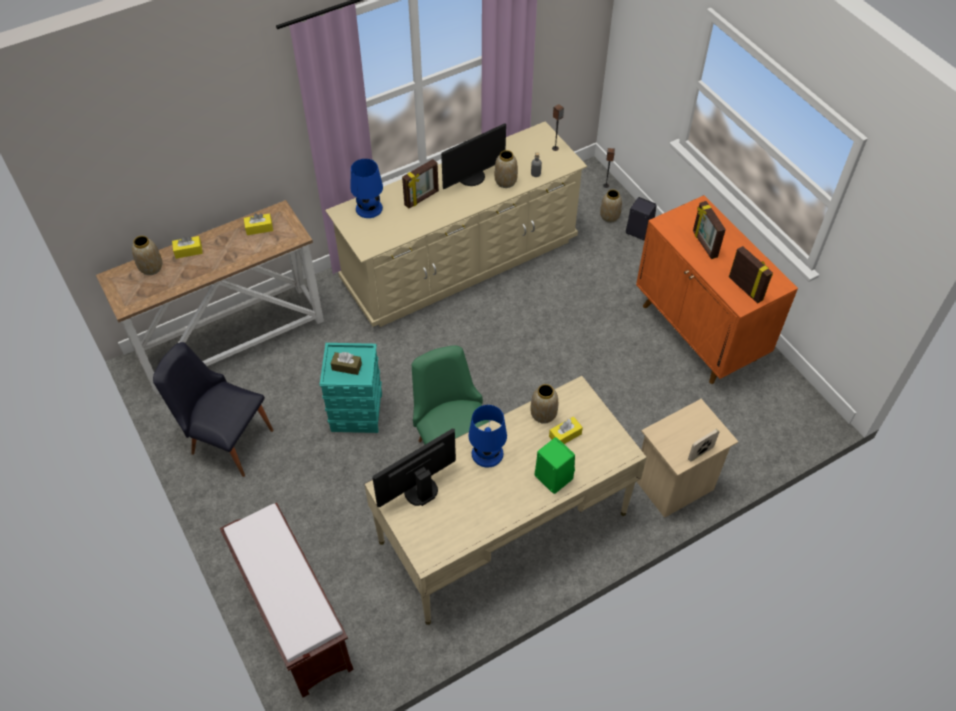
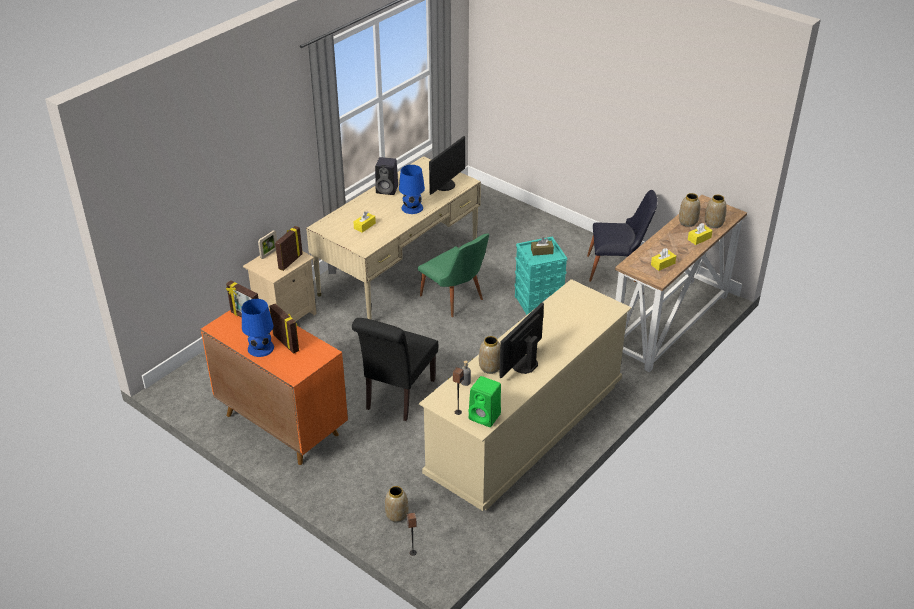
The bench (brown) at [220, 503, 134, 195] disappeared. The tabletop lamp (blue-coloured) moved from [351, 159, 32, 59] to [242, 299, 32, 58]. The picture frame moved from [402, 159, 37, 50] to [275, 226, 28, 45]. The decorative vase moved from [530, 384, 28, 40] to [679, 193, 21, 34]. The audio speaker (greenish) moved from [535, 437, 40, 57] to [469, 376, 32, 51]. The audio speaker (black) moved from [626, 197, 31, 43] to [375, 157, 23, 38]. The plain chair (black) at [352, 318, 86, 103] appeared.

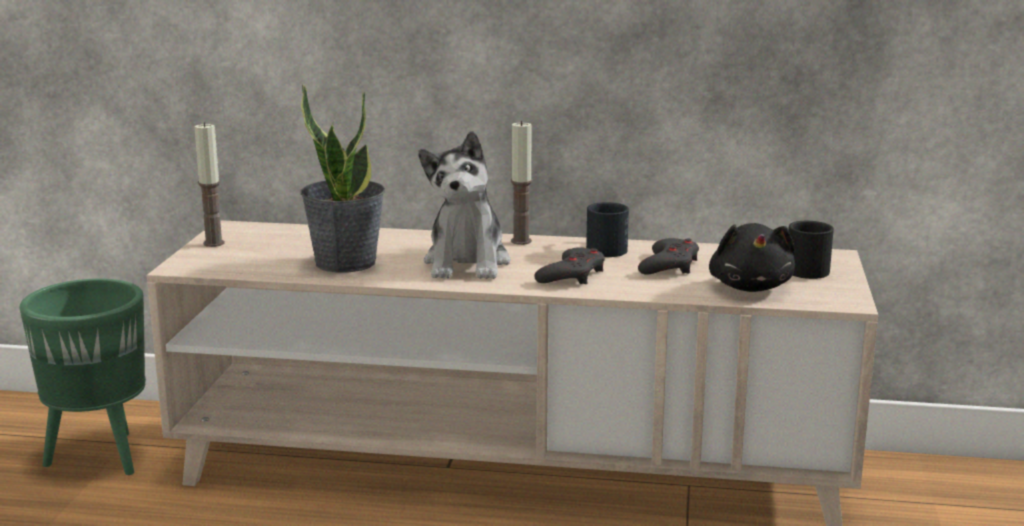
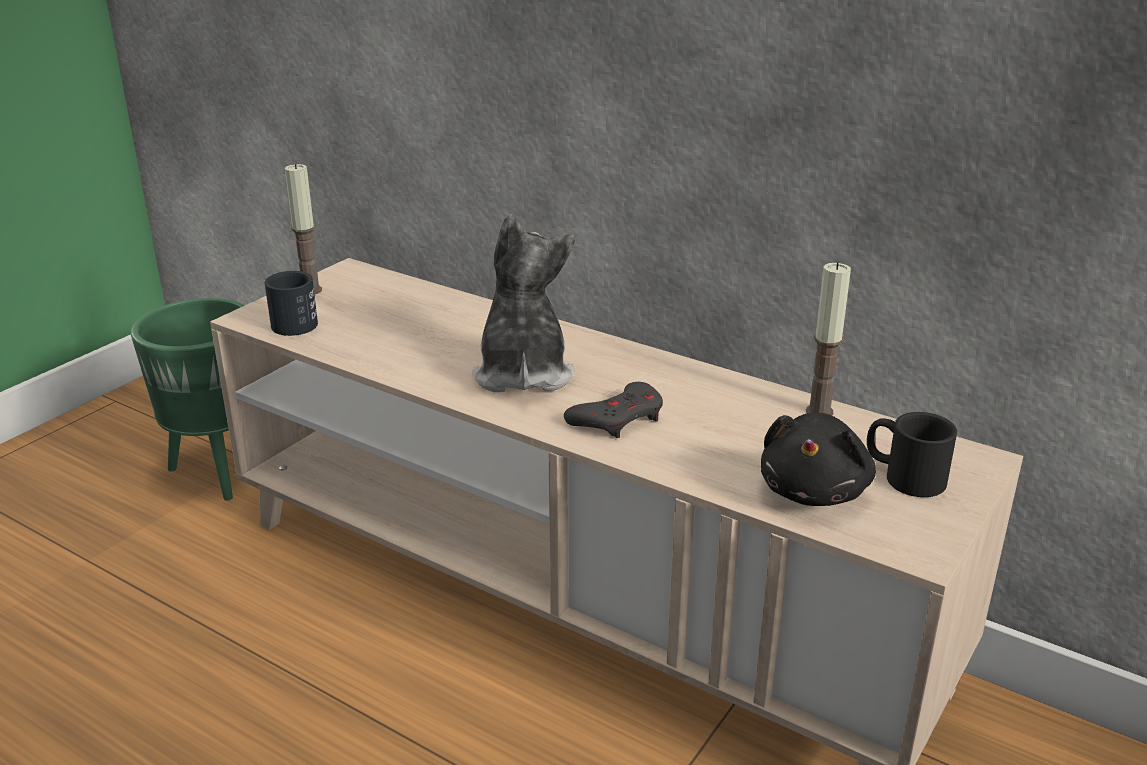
The plant in a pot at [301, 84, 84, 188] disappeared. The soft toy at [418, 131, 93, 148] turned 150 degrees clockwise. The candle moved from [511, 120, 21, 125] to [806, 262, 45, 154]. The coffee mug (black) moved from [586, 202, 43, 55] to [265, 271, 53, 65]. The gamepad (gray) at [638, 238, 61, 37] disappeared.

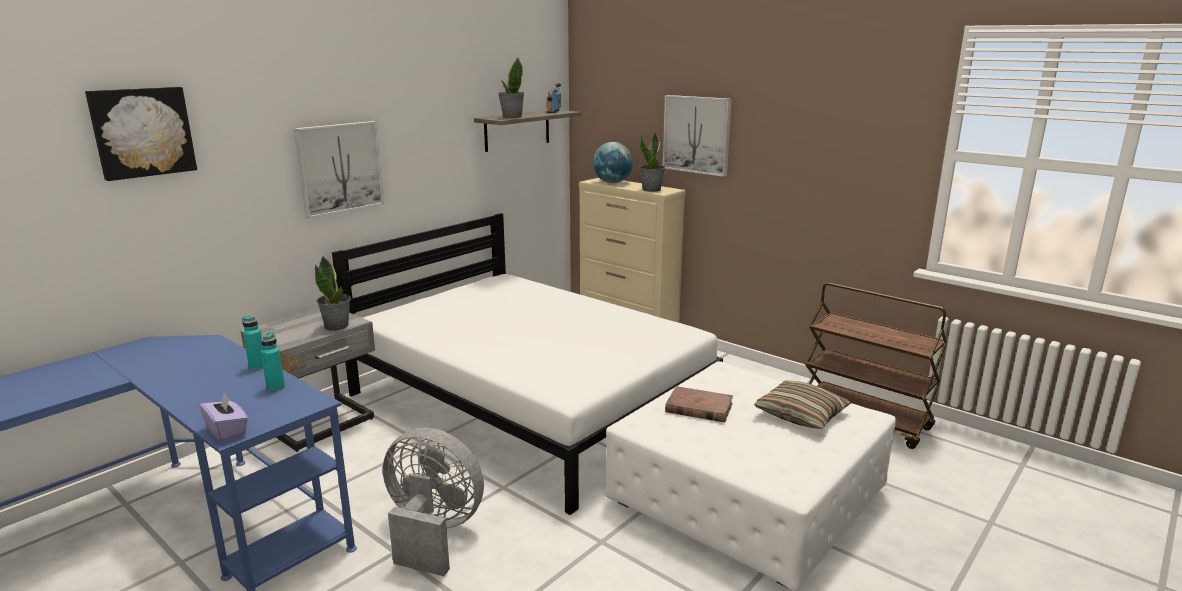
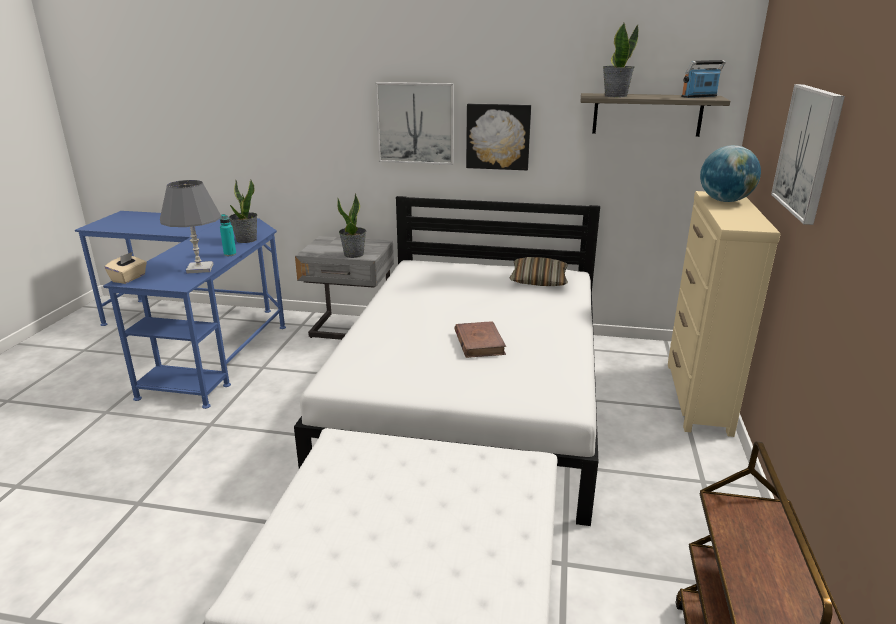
The picture moved from [85, 87, 112, 94] to [466, 103, 65, 68]. The box of tissues (purplish) at [199, 393, 49, 49] became the box of tissues (beige-coloured) at [104, 252, 43, 32]. The bottle (turquoise-coloured) at [261, 332, 24, 60] was replaced by the tabletop lamp (gray) at [160, 180, 62, 94]. The cooling fan (gray) at [383, 428, 101, 148] disappeared. The plant in a pot moved from [640, 132, 25, 60] to [229, 180, 29, 63]. The book (brown) moved from [665, 386, 68, 37] to [455, 322, 51, 36]. The cushion moved from [754, 381, 97, 48] to [510, 257, 58, 29].

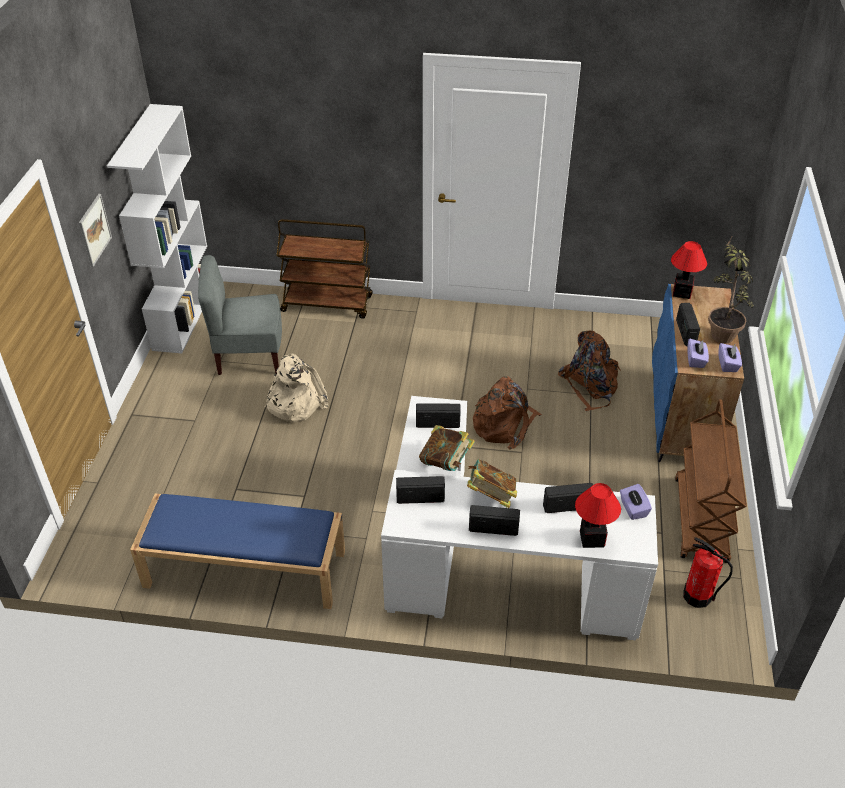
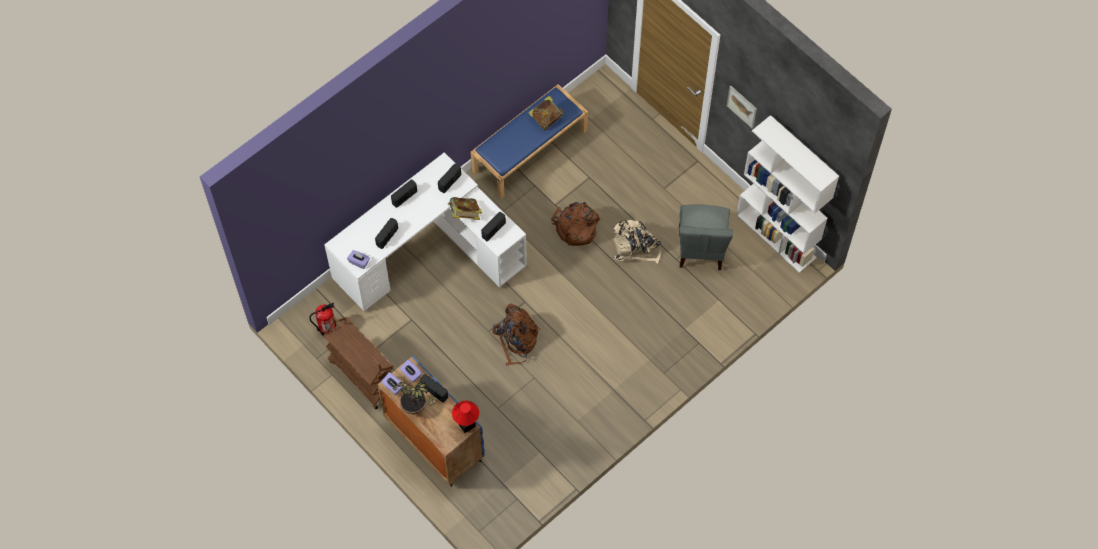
The plain chair (gray) at [198, 255, 84, 120] turned 150 degrees clockwise. The trolley (brown) at [277, 219, 96, 100] disappeared. The book moved from [467, 459, 50, 49] to [528, 96, 35, 34]. The knapsack (brown) moved from [558, 331, 63, 80] to [551, 202, 49, 44]. The tabletop lamp at [575, 483, 46, 65] disappeared.

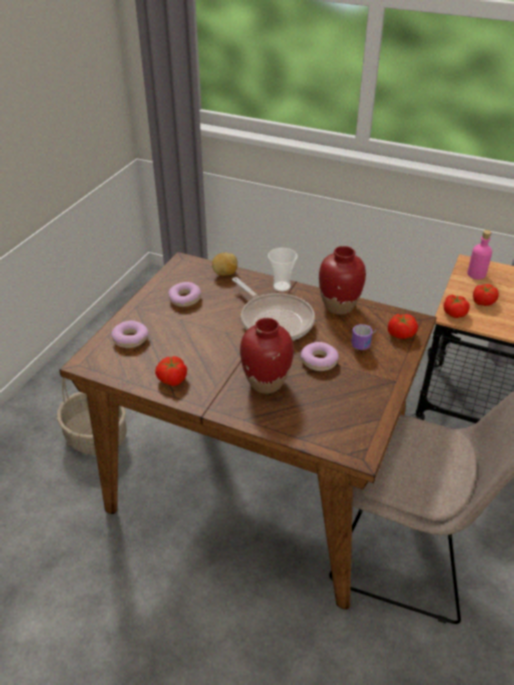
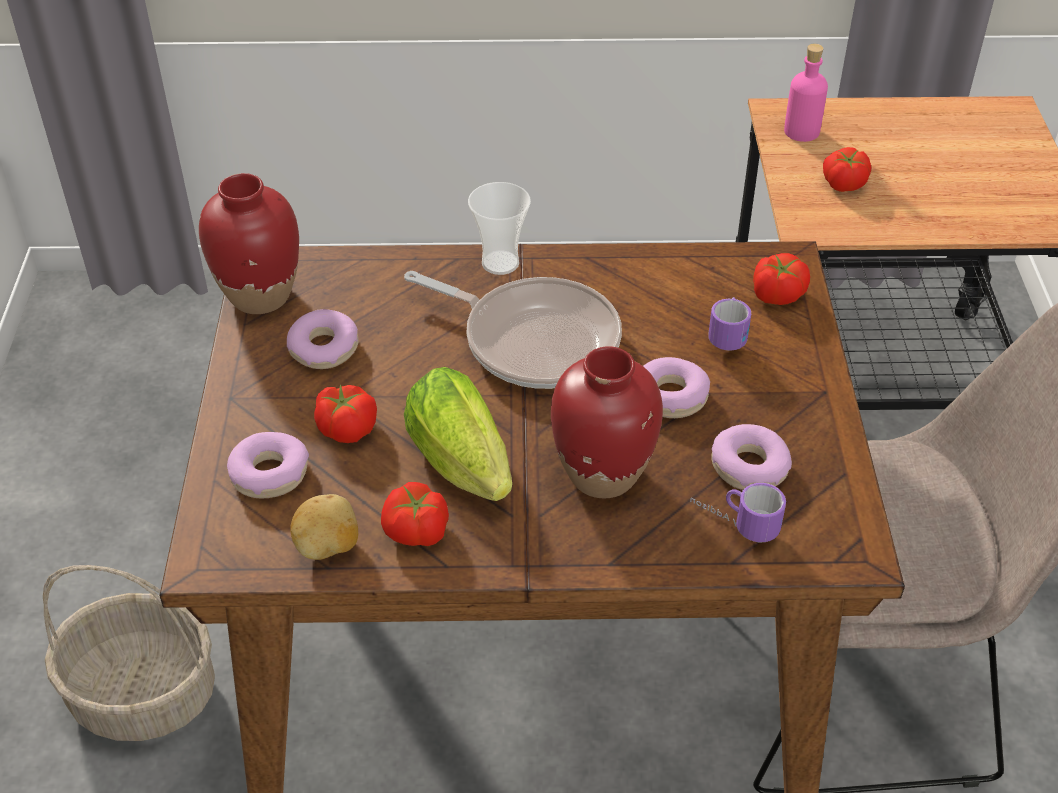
The potato moved from [212, 253, 26, 23] to [290, 494, 68, 66]. The decorative vase (red) moved from [319, 246, 47, 69] to [199, 173, 100, 141]. The whole tomato moved from [443, 295, 27, 23] to [314, 384, 63, 59]. The lettuce head at [404, 367, 108, 134] appeared. The coffee mug at [690, 483, 96, 59] appeared. The ring doughnut at [711, 424, 81, 66] appeared.

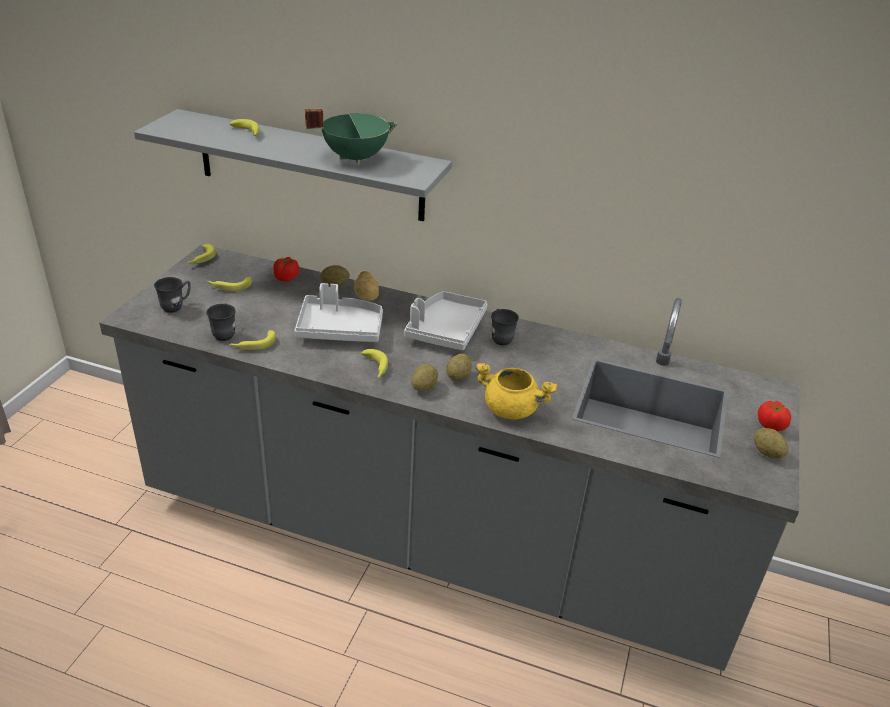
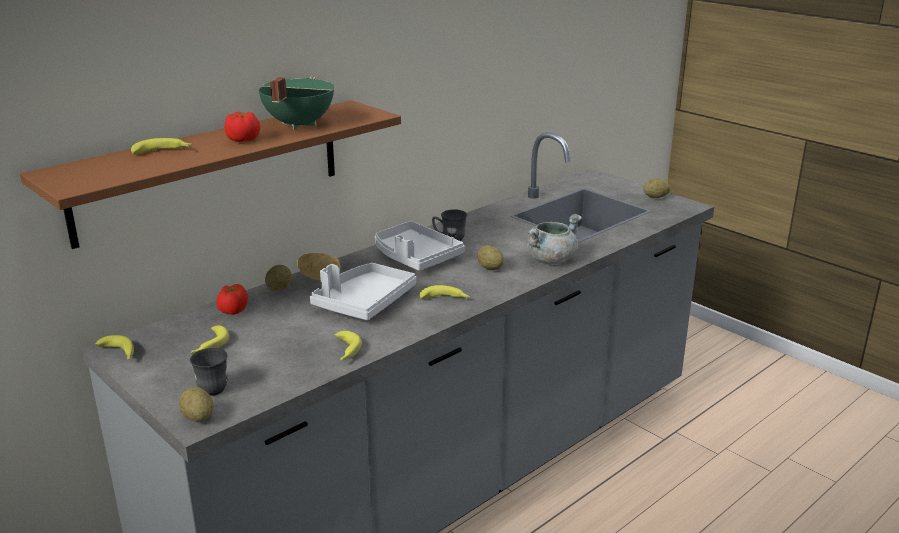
The bracket shelf (gray) at [134, 109, 318, 113] became the bracket shelf (brown) at [20, 100, 381, 149]. The coffee mug (gray) at [206, 303, 30, 38] disappeared. The potato moved from [411, 364, 27, 28] to [179, 387, 34, 35]. The saucepot (yellow) at [476, 363, 82, 57] became the saucepot (gray) at [526, 214, 56, 50]. The whole tomato moved from [758, 401, 33, 30] to [224, 112, 36, 30].

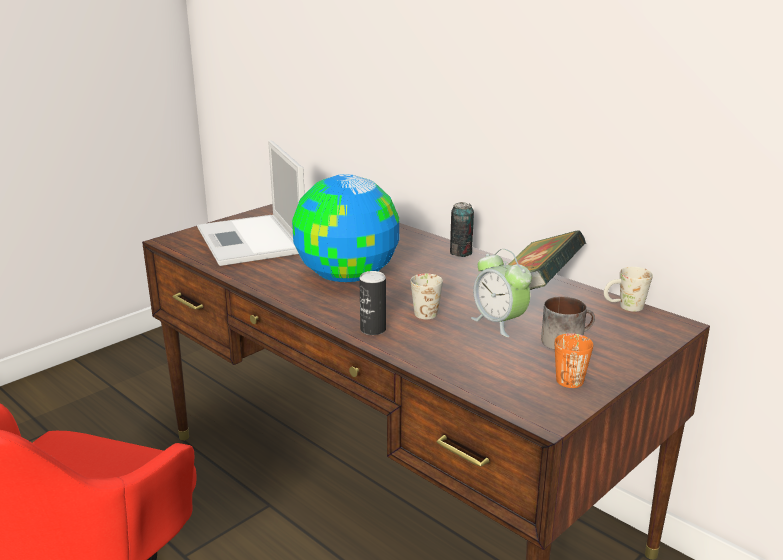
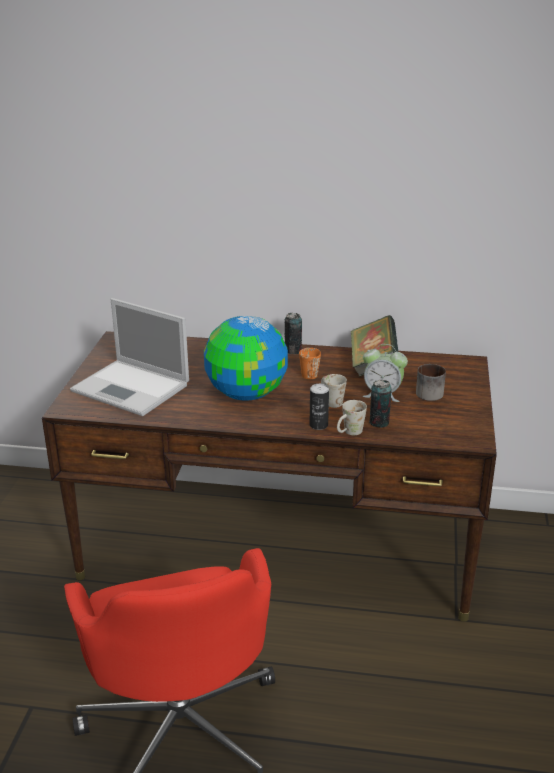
The coffee mug (orange-coloured) moved from [555, 333, 38, 55] to [299, 348, 22, 31]. The coffee mug (whitish) moved from [604, 267, 49, 45] to [337, 400, 30, 35]. The can at [369, 380, 23, 48] appeared.

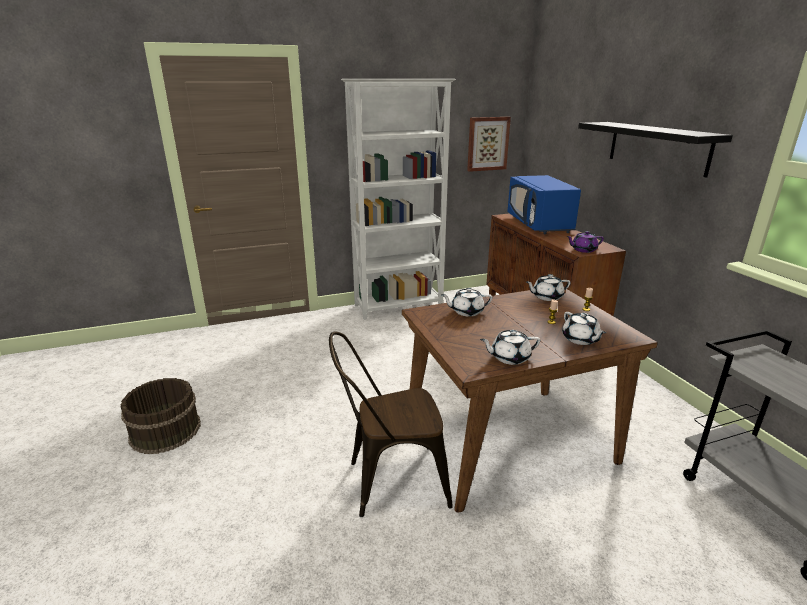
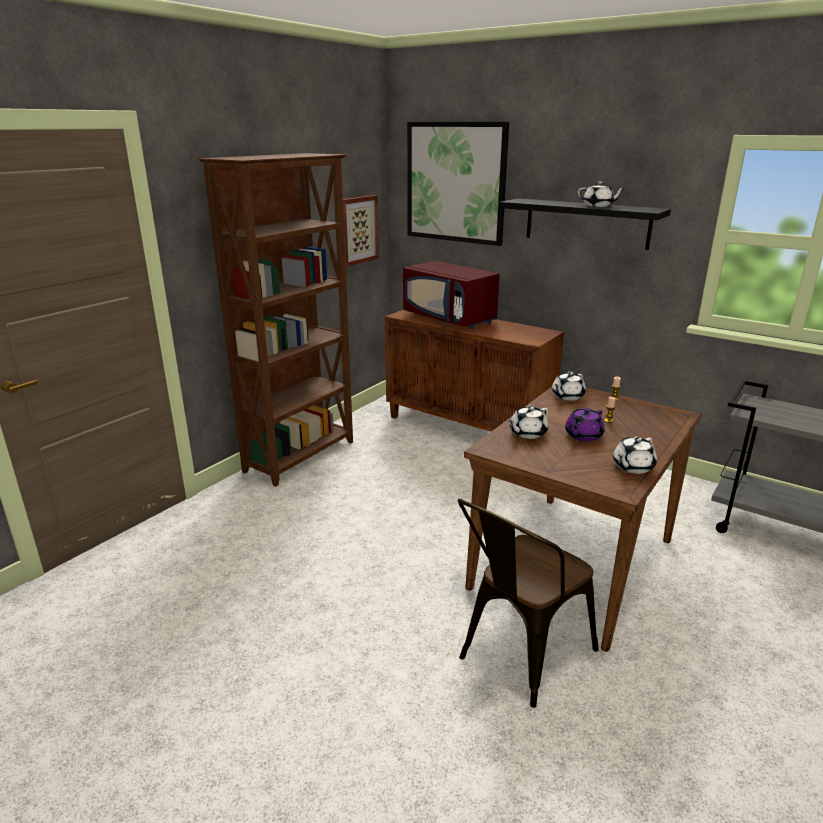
The water bucket (brown) at [120, 378, 81, 76] disappeared. The bookcase (whitish) at [341, 79, 115, 241] became the bookcase (brown) at [198, 153, 155, 334]. The microwave oven (blue-coloured) at [507, 175, 74, 59] became the microwave oven (red) at [403, 261, 97, 68]. The pot for tea (whitish) moved from [562, 312, 44, 33] to [578, 181, 47, 26]. The pot for tea (purplish) moved from [566, 231, 38, 22] to [565, 408, 40, 33]. The picture at [407, 122, 102, 124] appeared.

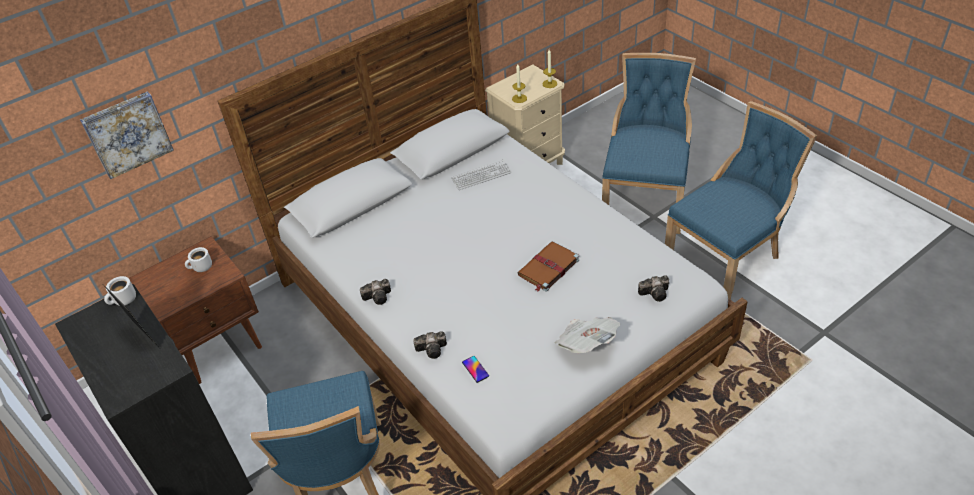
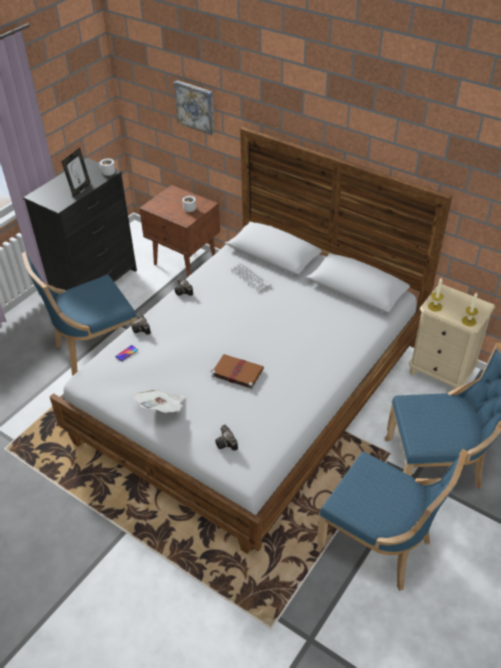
The computer keyboard moved from [451, 160, 60, 30] to [230, 262, 42, 30].

